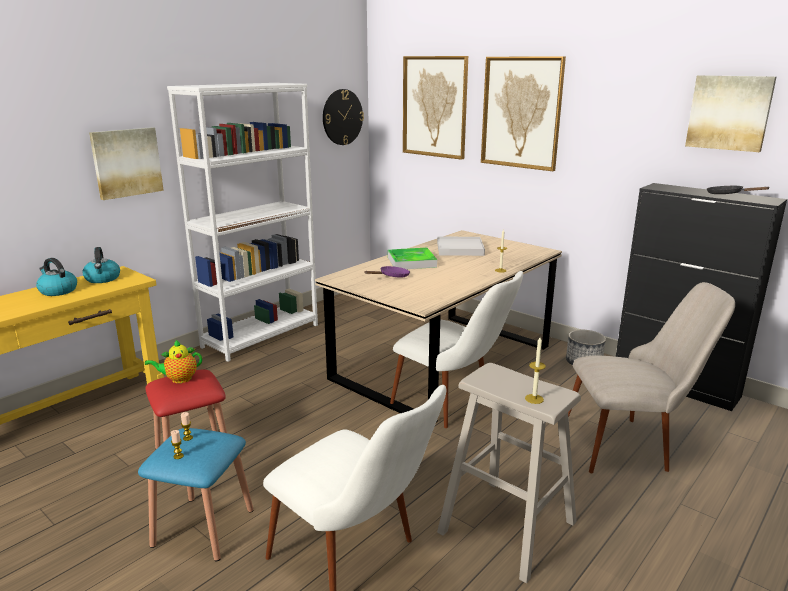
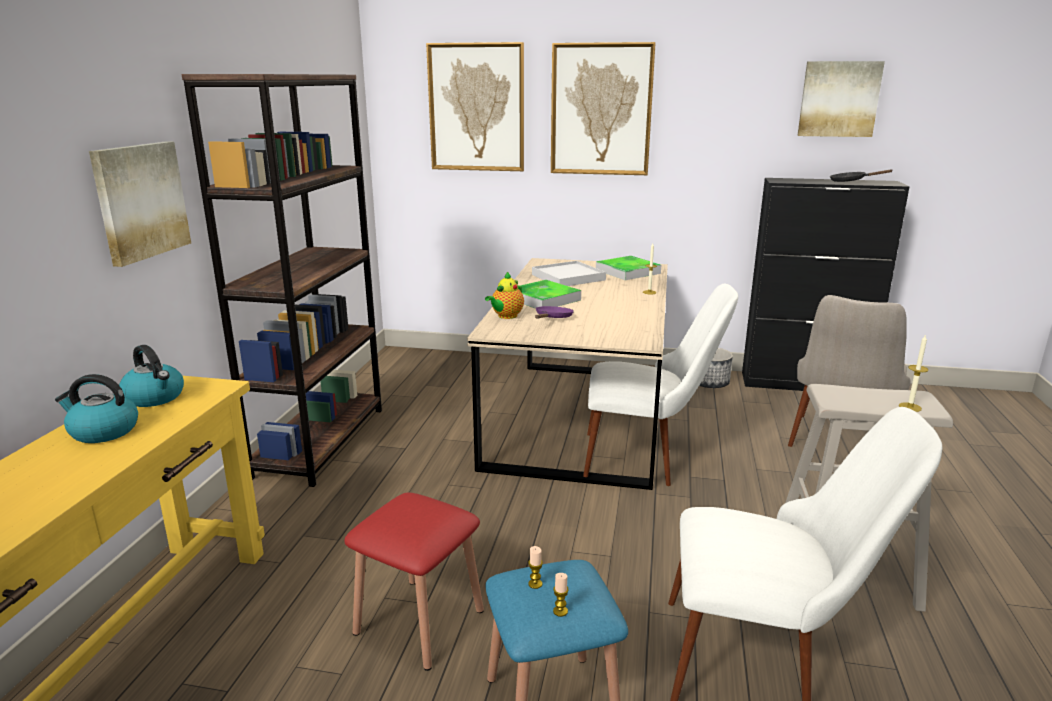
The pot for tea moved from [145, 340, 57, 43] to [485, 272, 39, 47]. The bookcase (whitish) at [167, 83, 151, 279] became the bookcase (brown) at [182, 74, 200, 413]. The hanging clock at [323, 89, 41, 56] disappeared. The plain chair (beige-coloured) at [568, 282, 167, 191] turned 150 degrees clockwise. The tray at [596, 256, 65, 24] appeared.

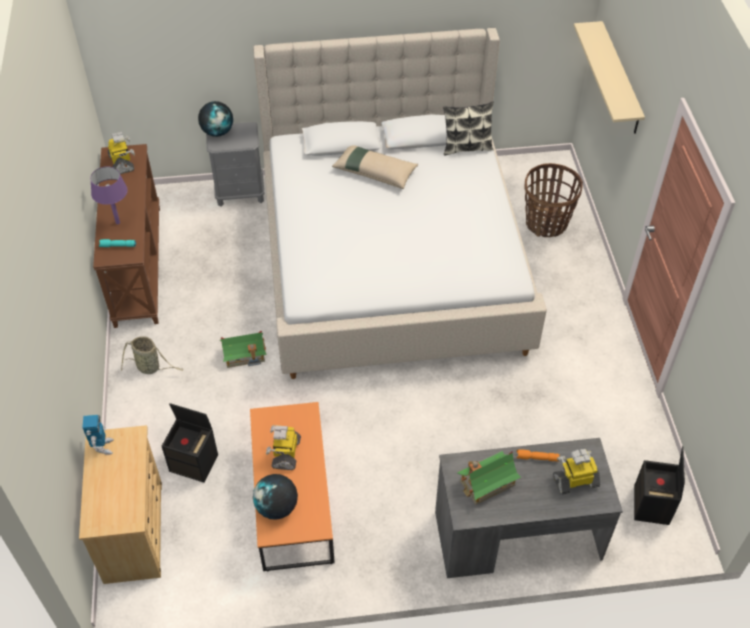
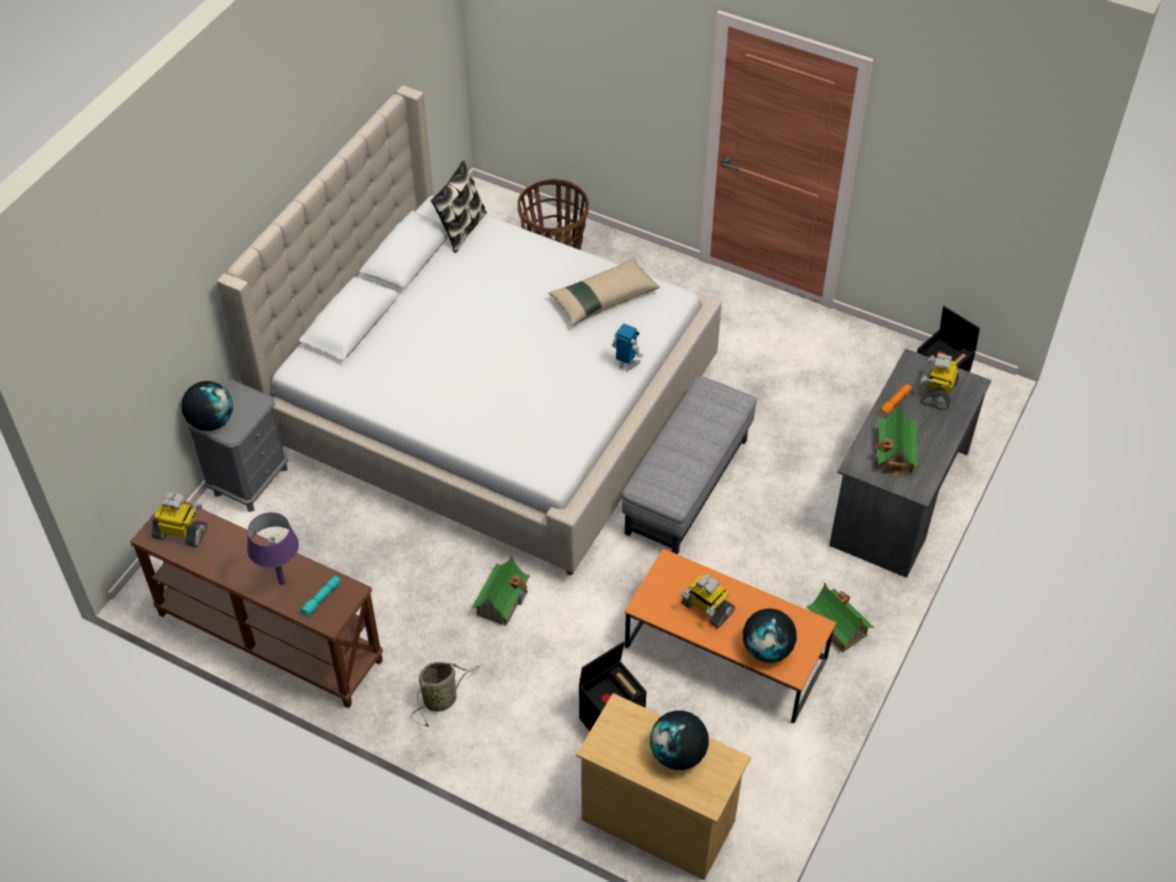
The toy robot moved from [82, 415, 32, 40] to [611, 323, 33, 48]. The cushion (beige-coloured) moved from [332, 145, 87, 44] to [548, 257, 112, 69]. The bracket shelf (beige-coloured) at [574, 21, 71, 113] disappeared. The ottoman (gray) at [622, 376, 135, 178] appeared. The globe at [650, 711, 59, 59] appeared. The miniature house at [806, 583, 68, 69] appeared.

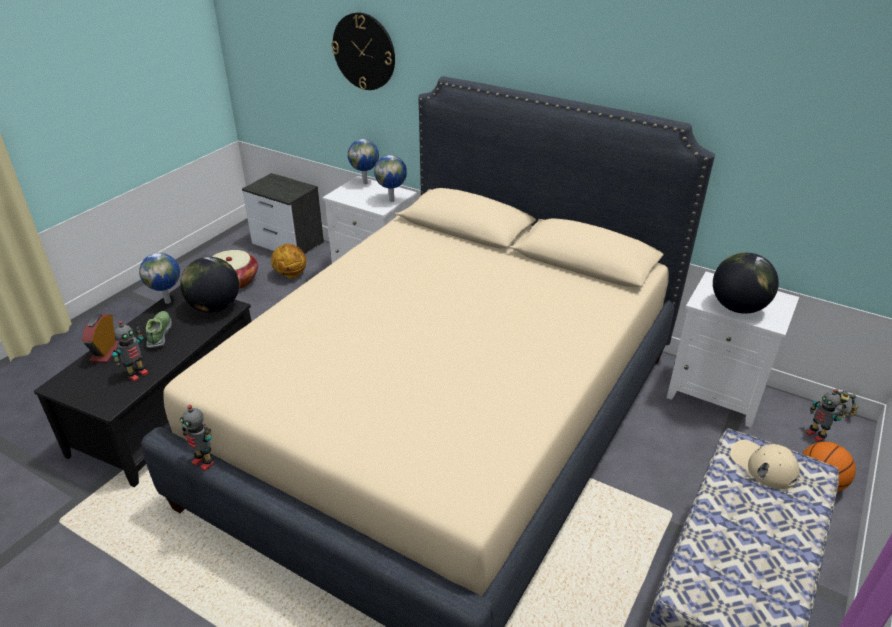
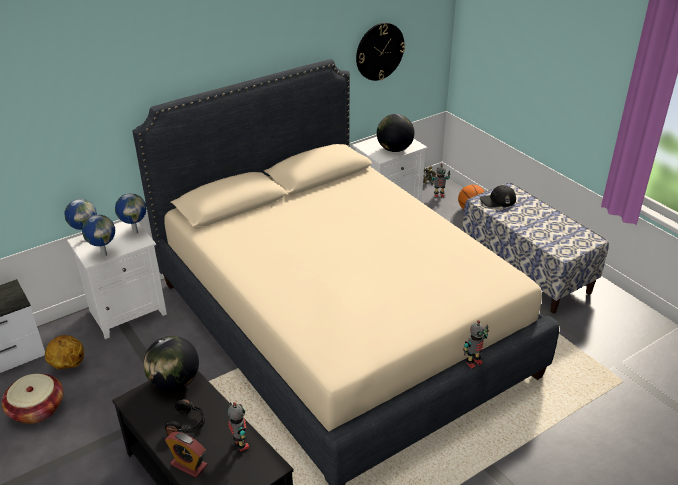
The globe moved from [139, 253, 41, 51] to [82, 215, 33, 42]. The low shoe at [146, 311, 26, 37] was replaced by the headset (black) at [165, 399, 40, 36]. The toy robot moved from [180, 405, 34, 66] to [463, 320, 26, 49]. The hanging clock moved from [331, 12, 64, 78] to [356, 23, 49, 58]. The peaked cap (beige-coloured) at [731, 440, 69, 49] became the peaked cap (black) at [480, 185, 36, 23].

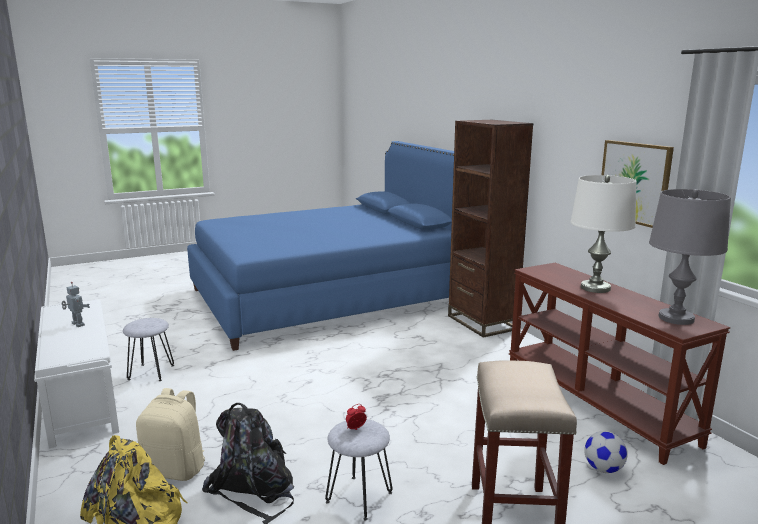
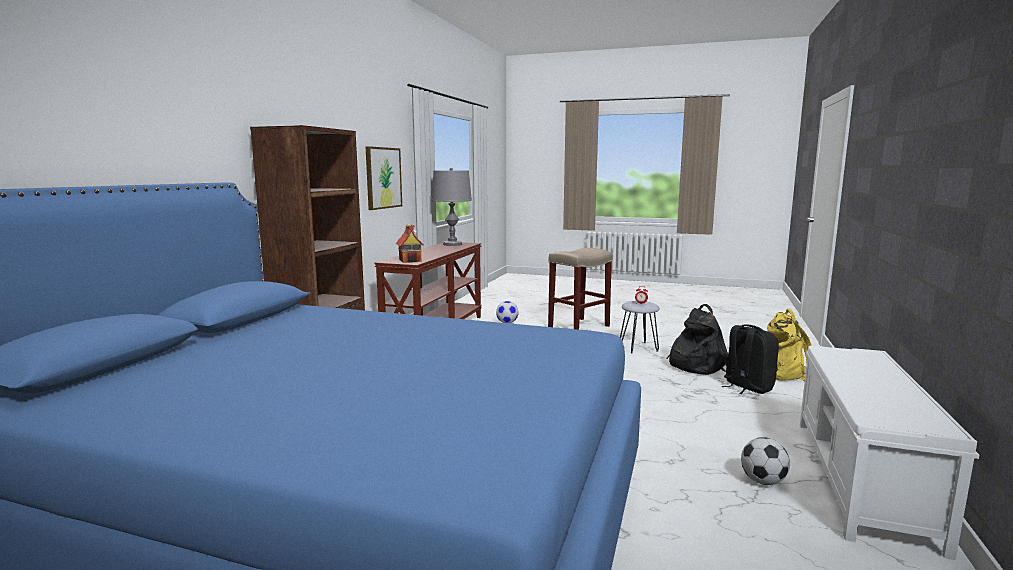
The toy robot at [62, 282, 28, 45] disappeared. The stool seat (gray) at [123, 318, 51, 63] was replaced by the ball for football at [741, 437, 49, 48]. The knapsack (beige-coloured) at [136, 388, 69, 93] became the knapsack (black) at [721, 324, 58, 70]. The tabletop lamp (whitish) at [571, 175, 66, 118] disappeared. The miniature house at [396, 224, 27, 39] appeared.

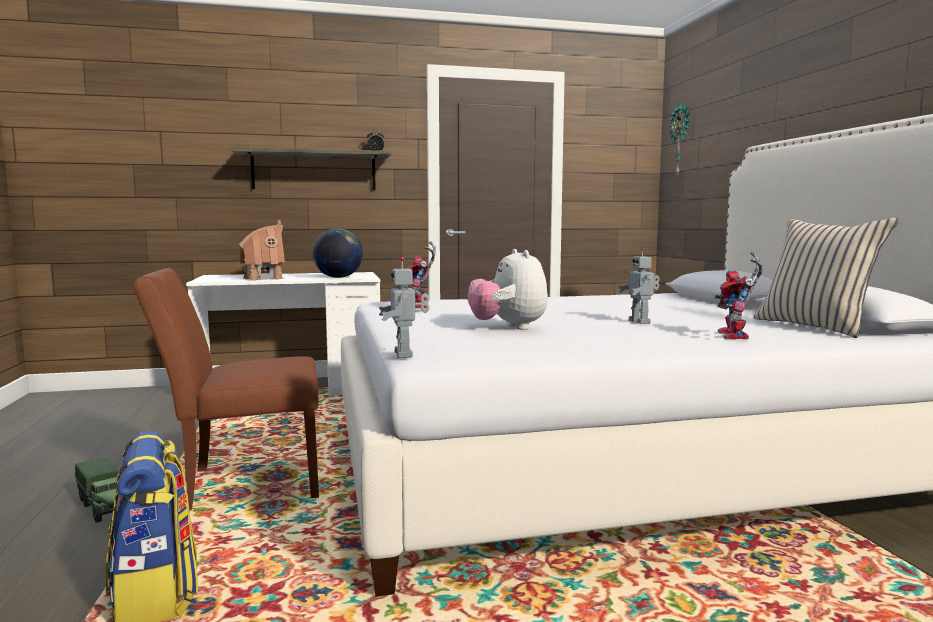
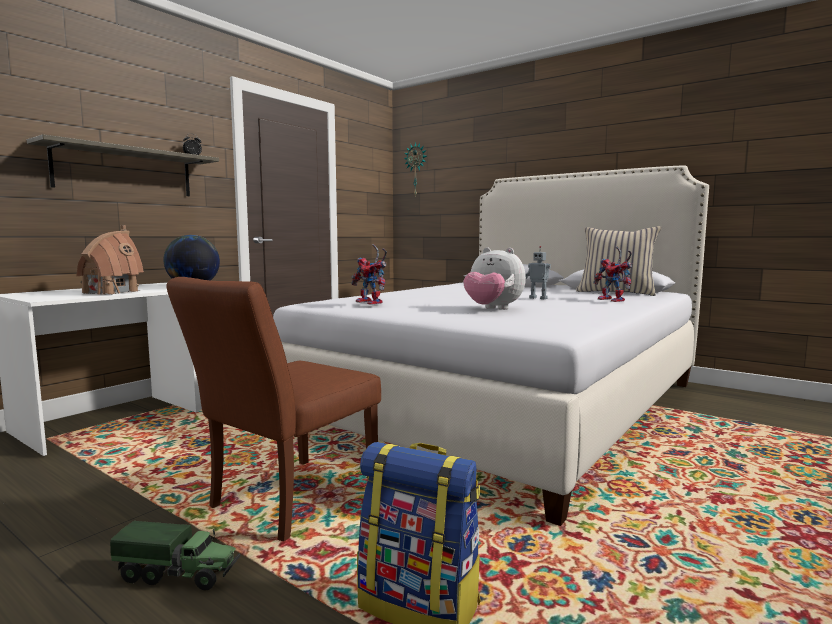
The toy robot at [379, 257, 50, 101] disappeared.

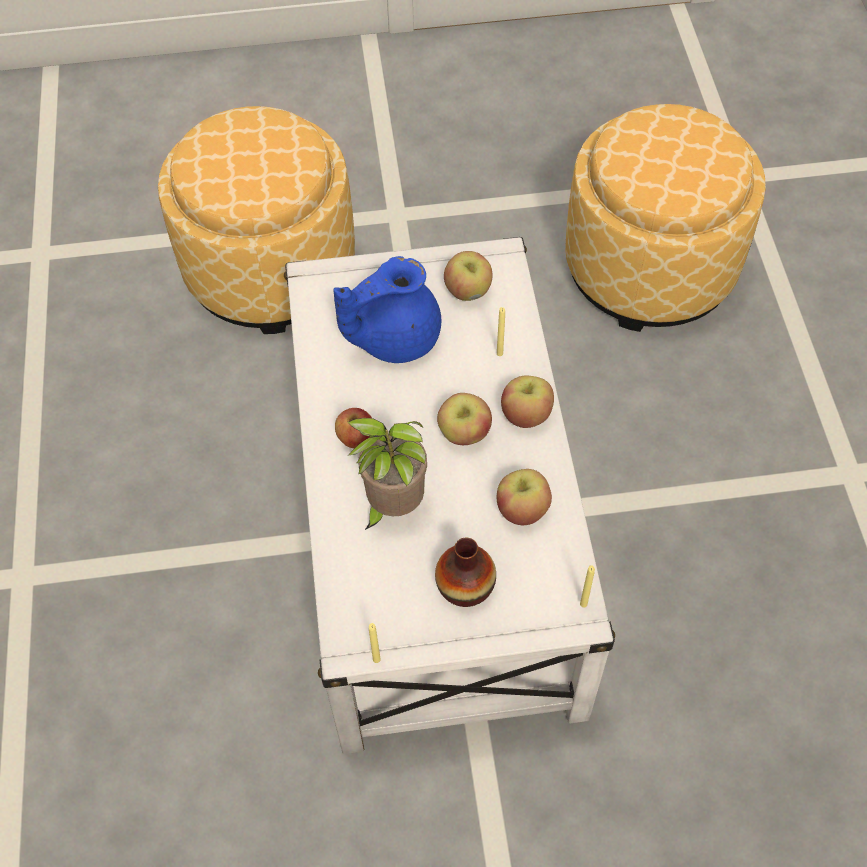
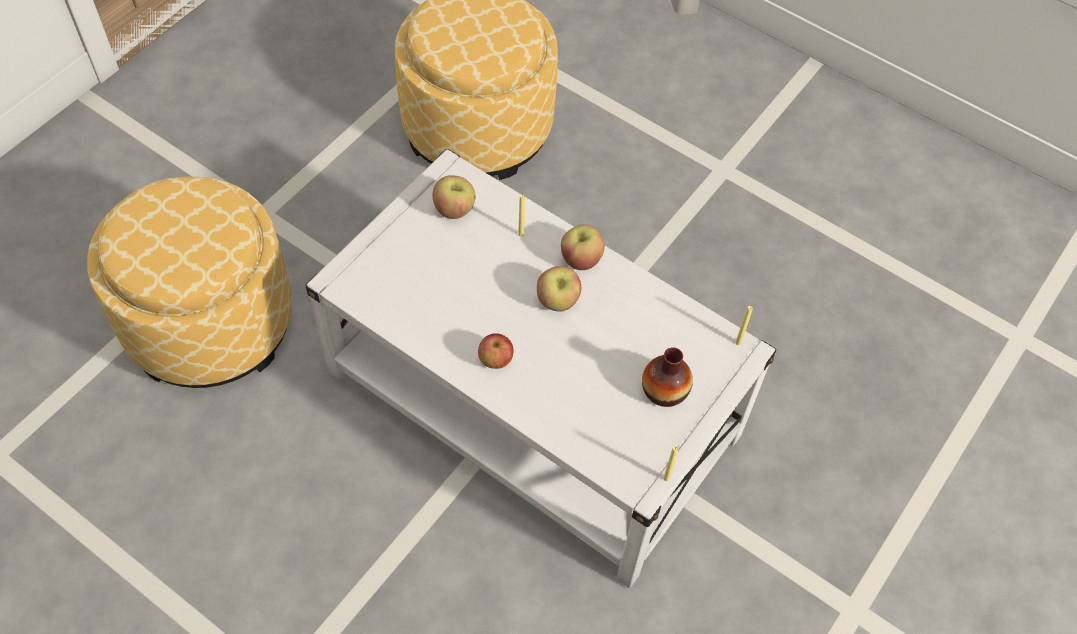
The pot for tea (blue-coloured) at [333, 256, 108, 107] disappeared. The plant in a pot at [347, 418, 80, 112] disappeared. The apple fruit at [497, 469, 55, 56] disappeared.

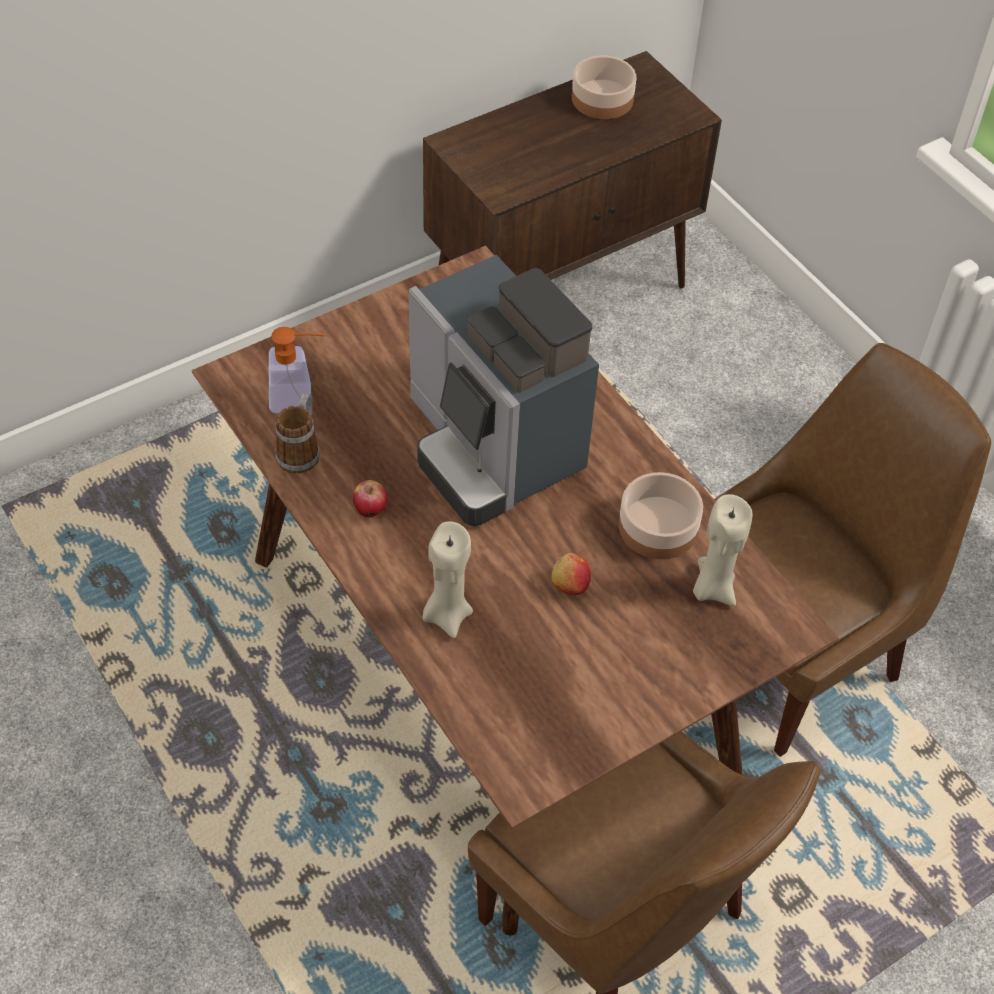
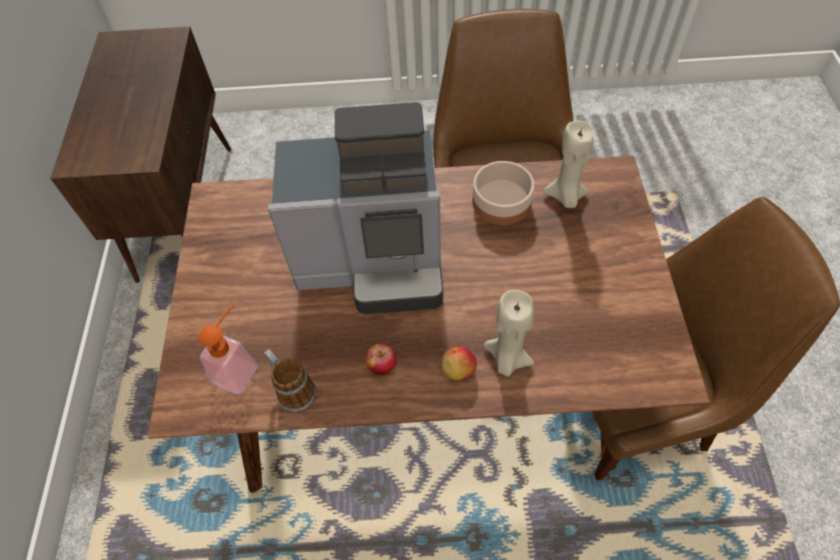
The apple fruit moved from [551, 553, 40, 43] to [441, 347, 36, 33]. The bowl at [572, 56, 64, 63] disappeared.

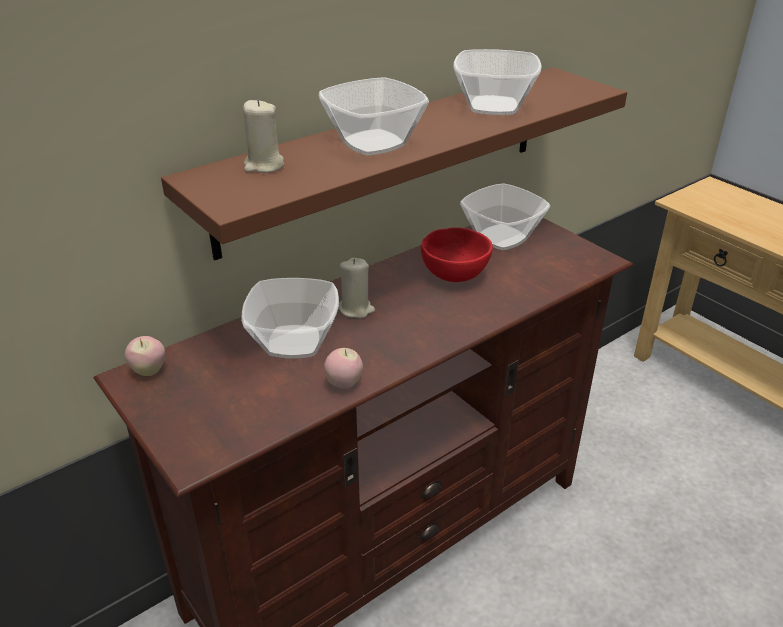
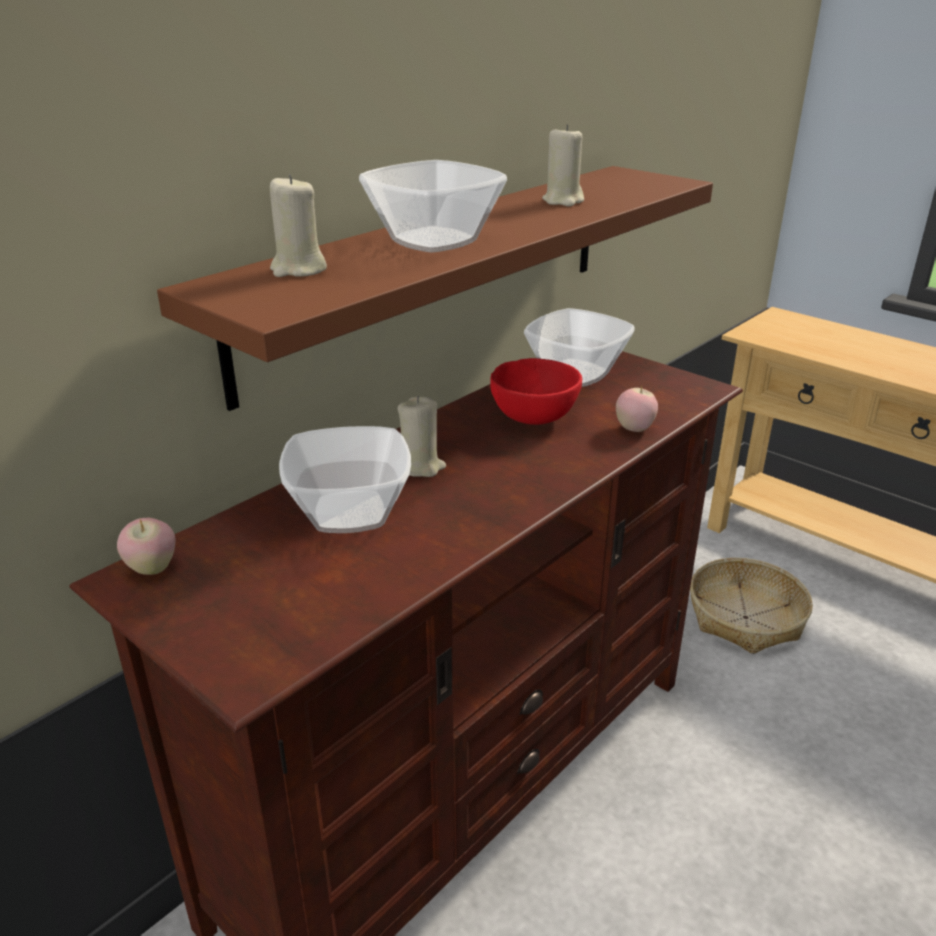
The apple fruit moved from [324, 348, 39, 41] to [616, 385, 42, 47]. The bowl at [453, 49, 89, 66] was replaced by the candle (beige-coloured) at [542, 124, 42, 82]. The basket at [690, 558, 123, 96] appeared.

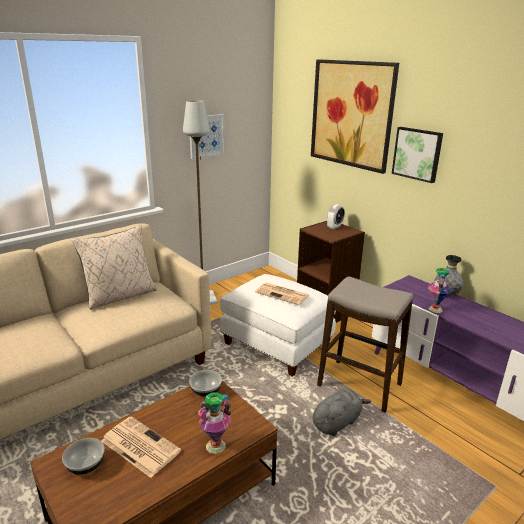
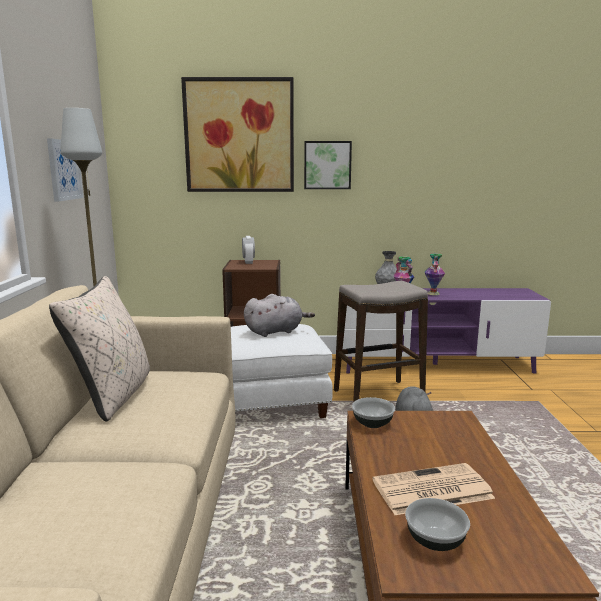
The decorative vase moved from [198, 392, 33, 62] to [425, 254, 20, 41]. The newspaper at [255, 282, 54, 23] was replaced by the soft toy (gray) at [244, 294, 71, 43].

